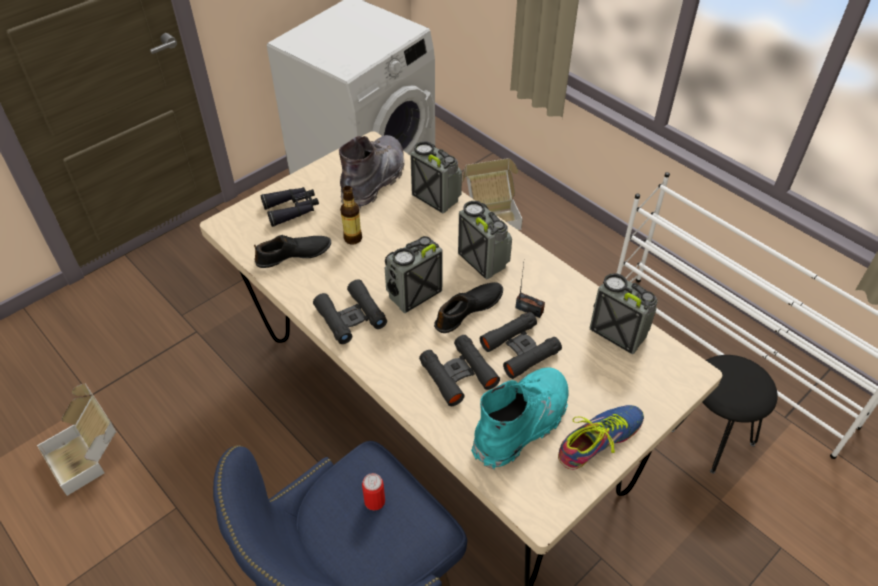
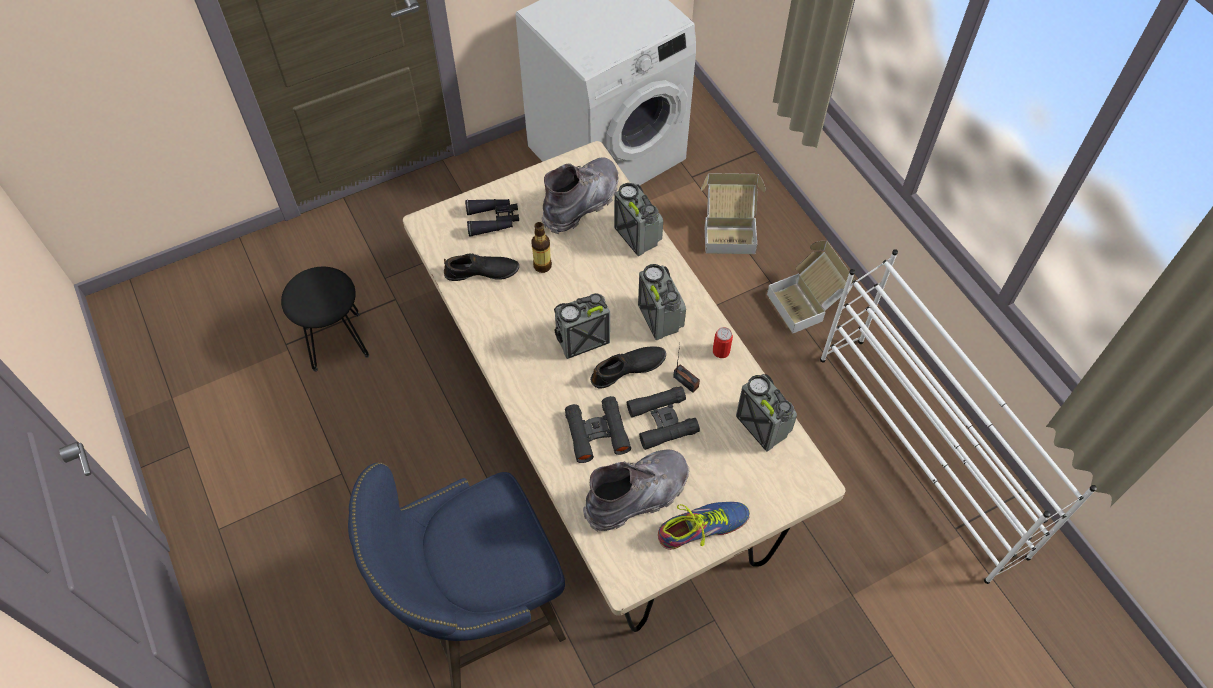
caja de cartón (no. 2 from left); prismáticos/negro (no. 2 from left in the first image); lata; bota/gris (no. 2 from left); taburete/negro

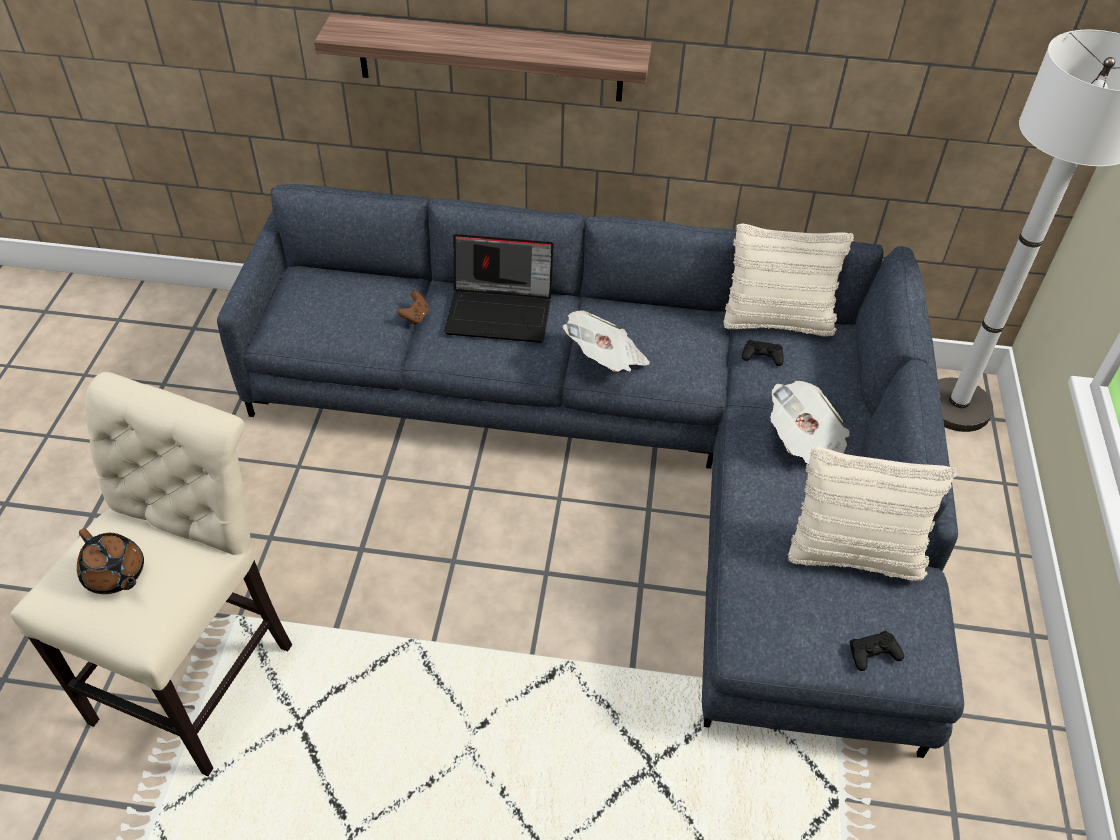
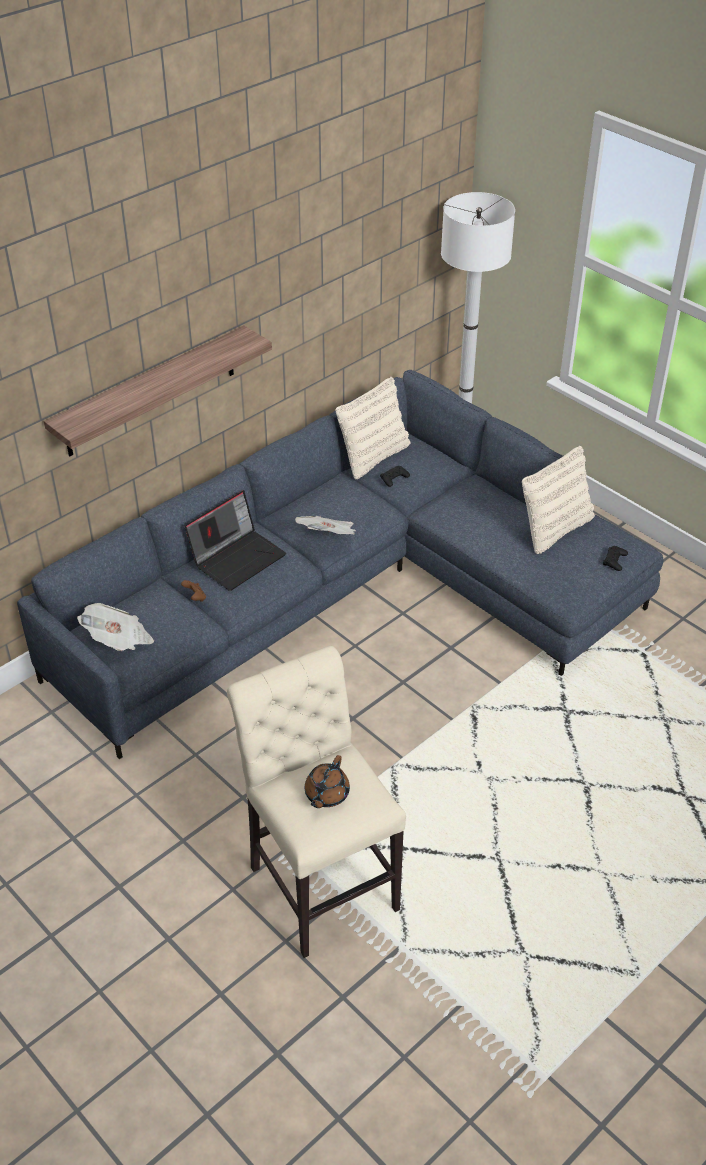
tetera/marrón; periódico (no. 1 from left)

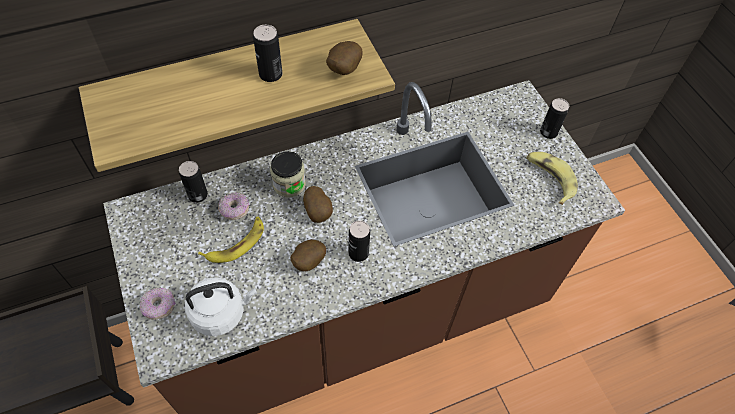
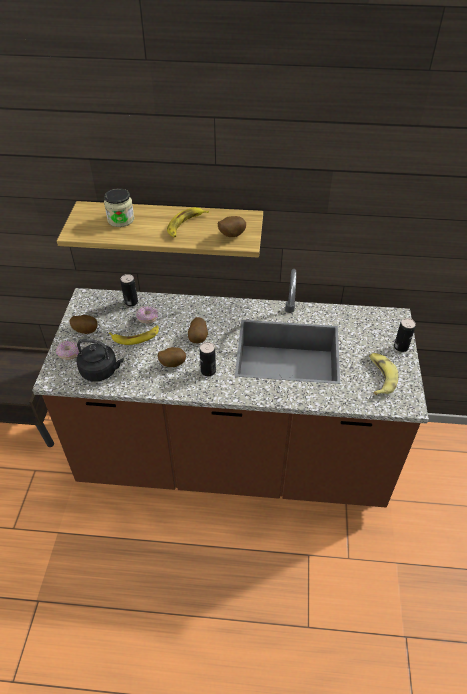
hervidor/negro; plátano (no. 2 from left); tarro; patata (no. 1 from left)

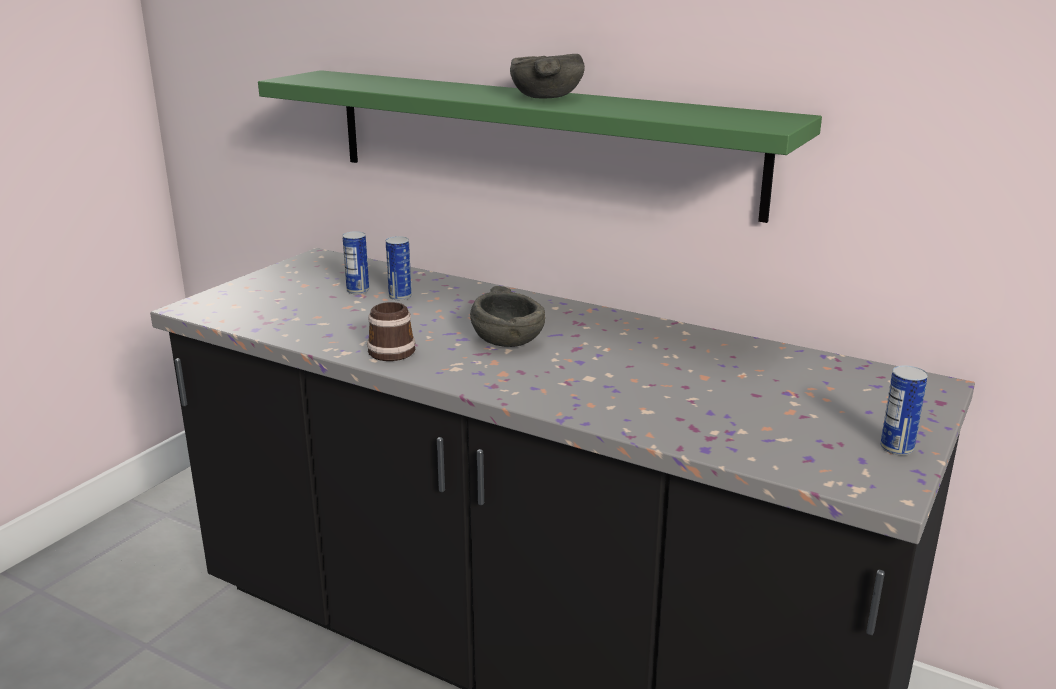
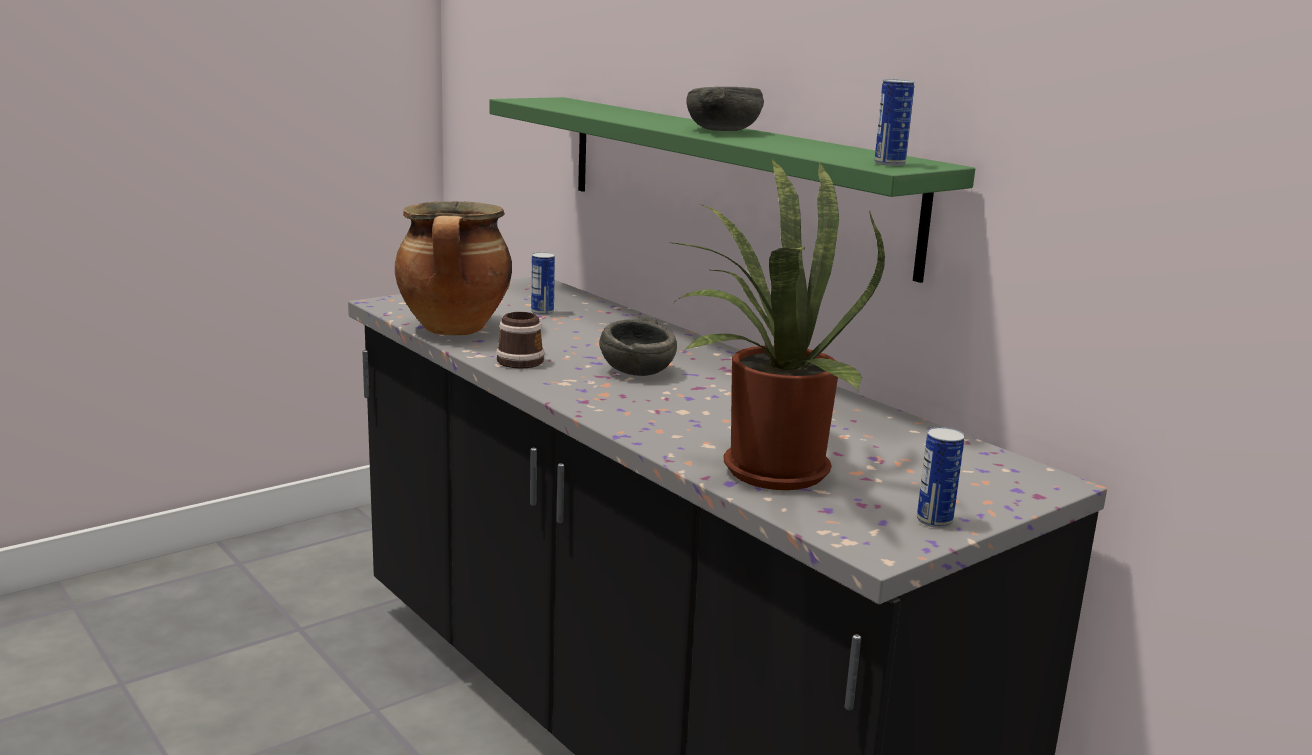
lata (no. 2 from left); olla; planta en maceta

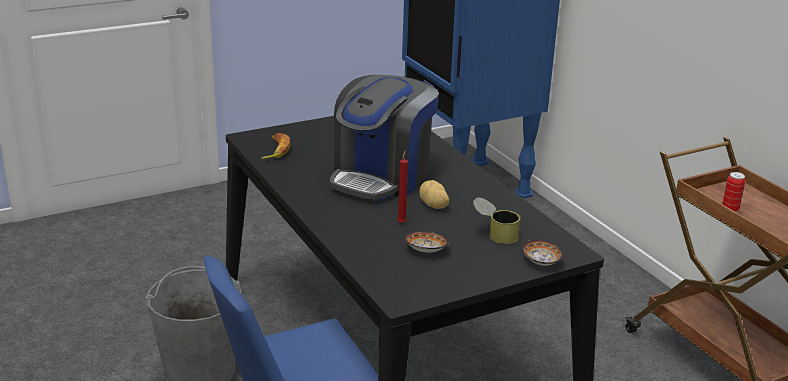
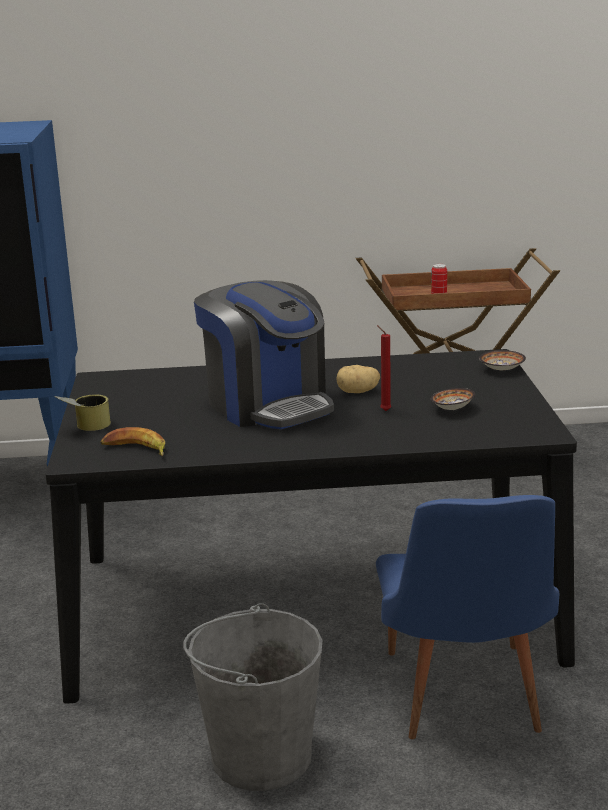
lata (no. 1 from left)

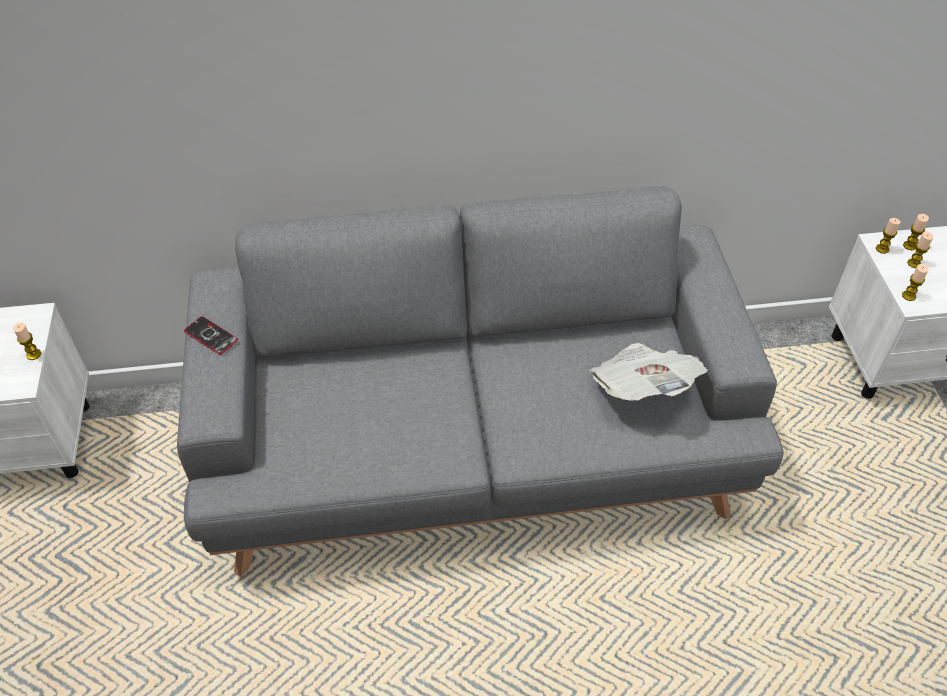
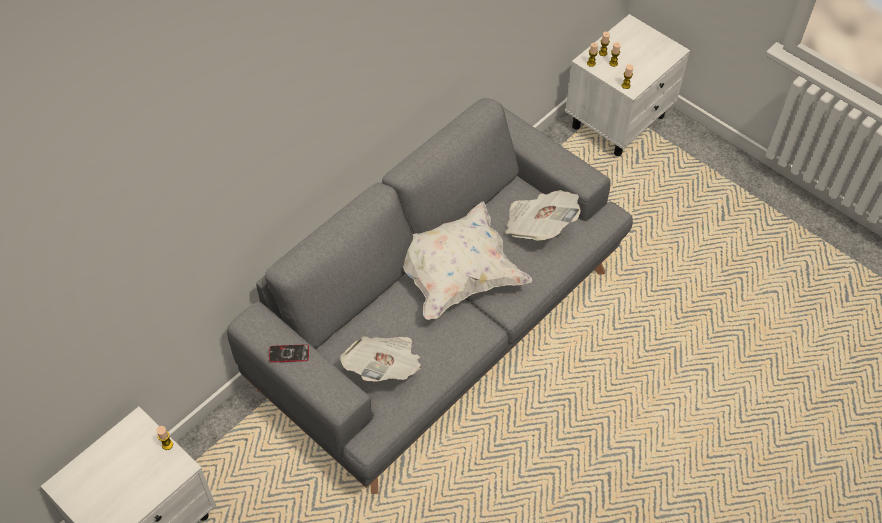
periódico (no. 1 from left); cojín/blanco

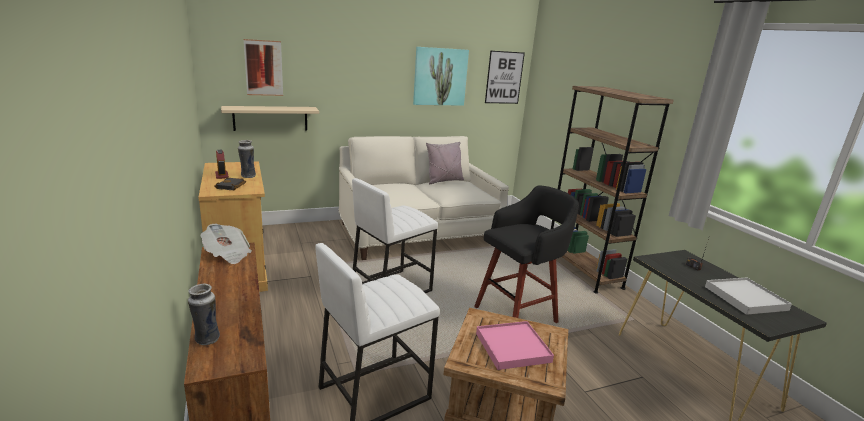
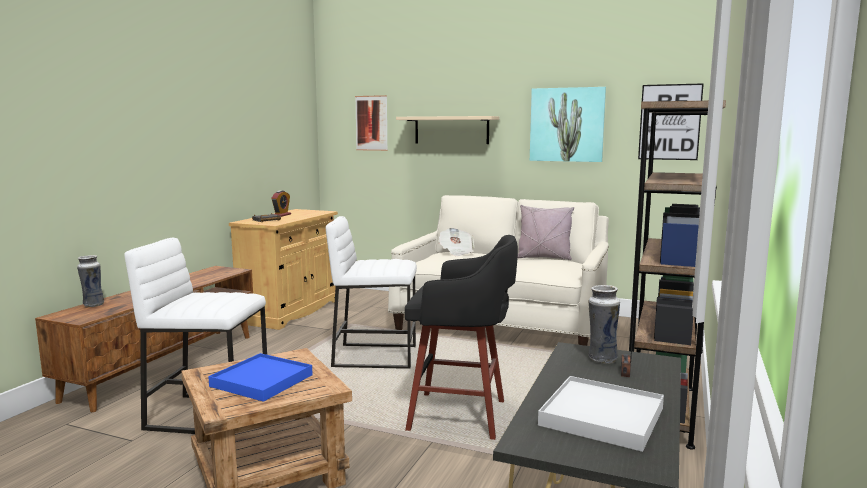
periódico; estante/beis; florero (no. 2 from left); bandeja/azul

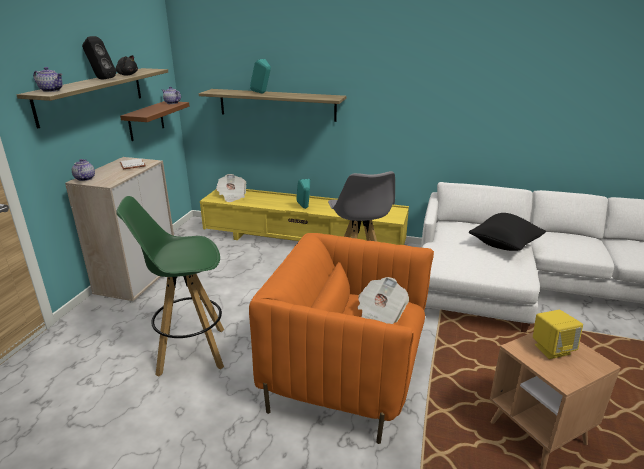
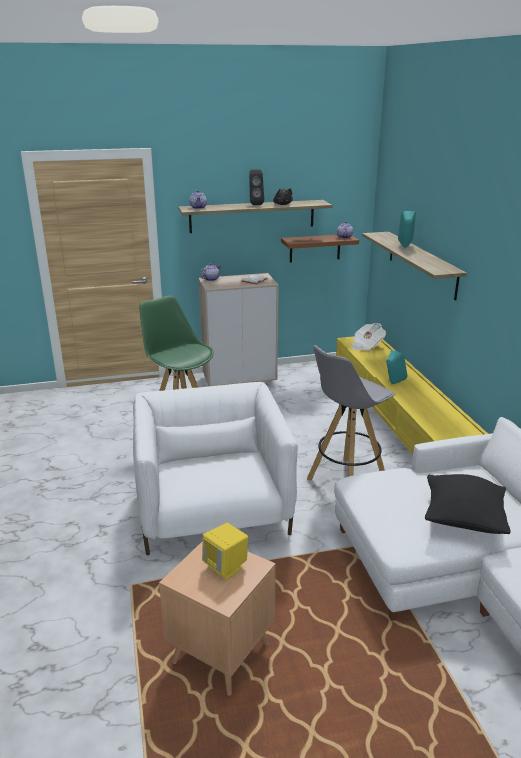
sillón/blanco; periódico (no. 2 from left in the first image)

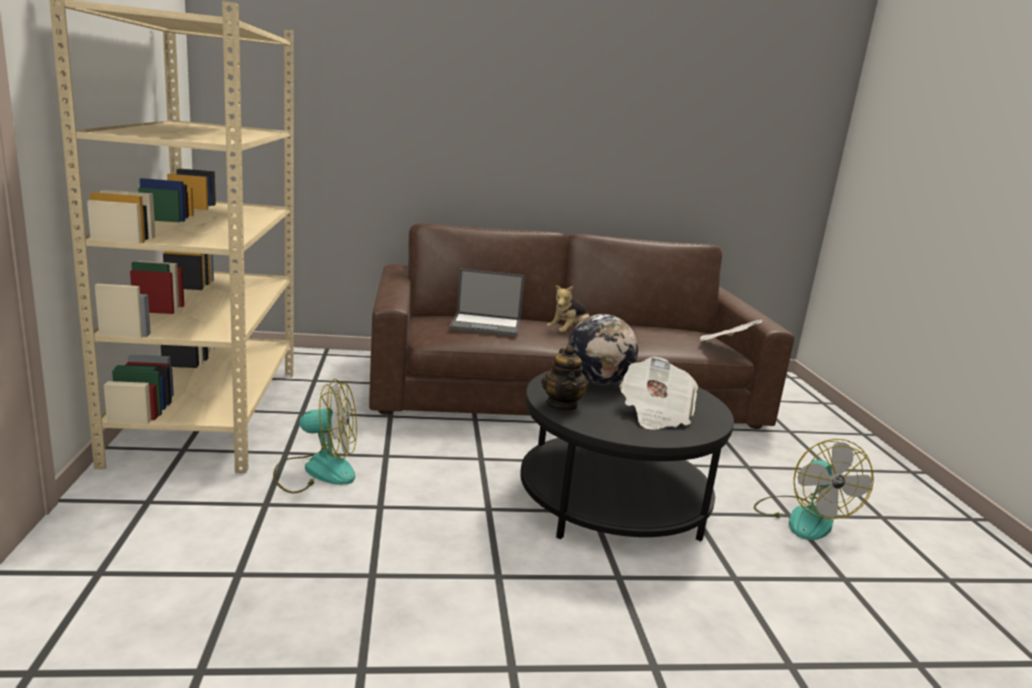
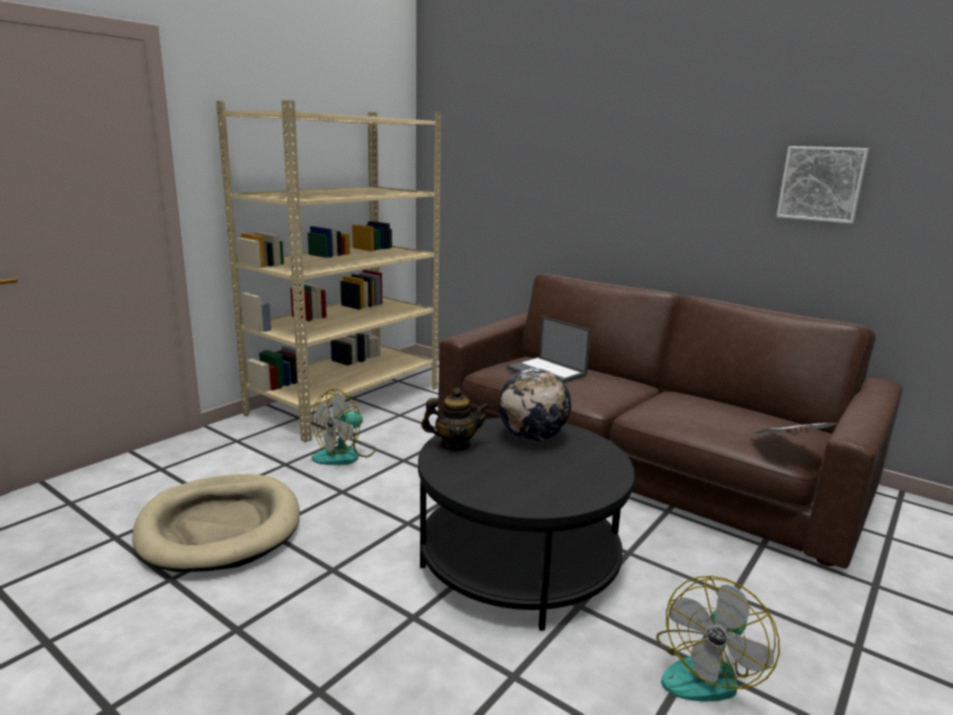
ventilador (no. 1 from left); tetera; peluche; periódico (no. 1 from left in the first image); cama para perro/beis; cuadro

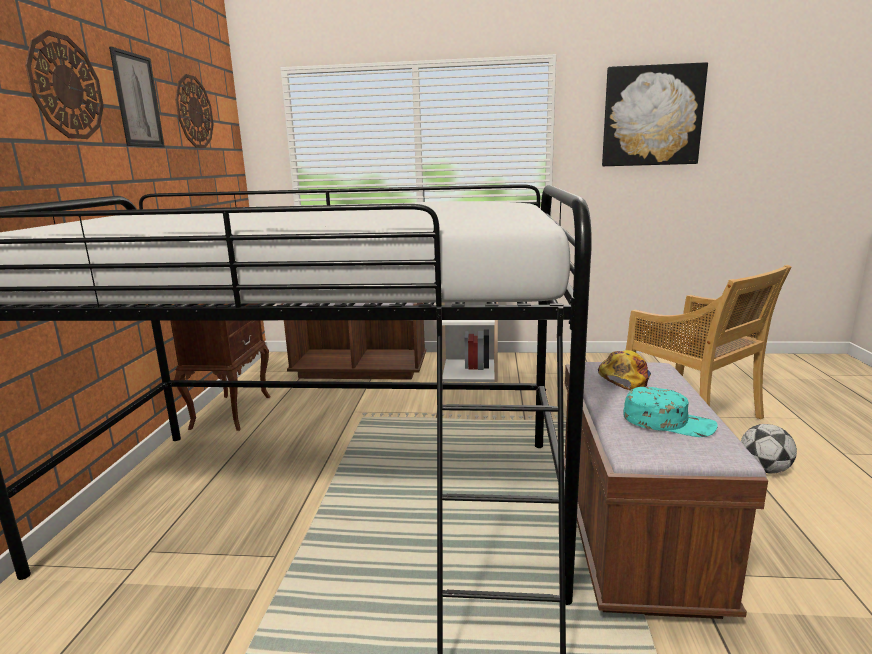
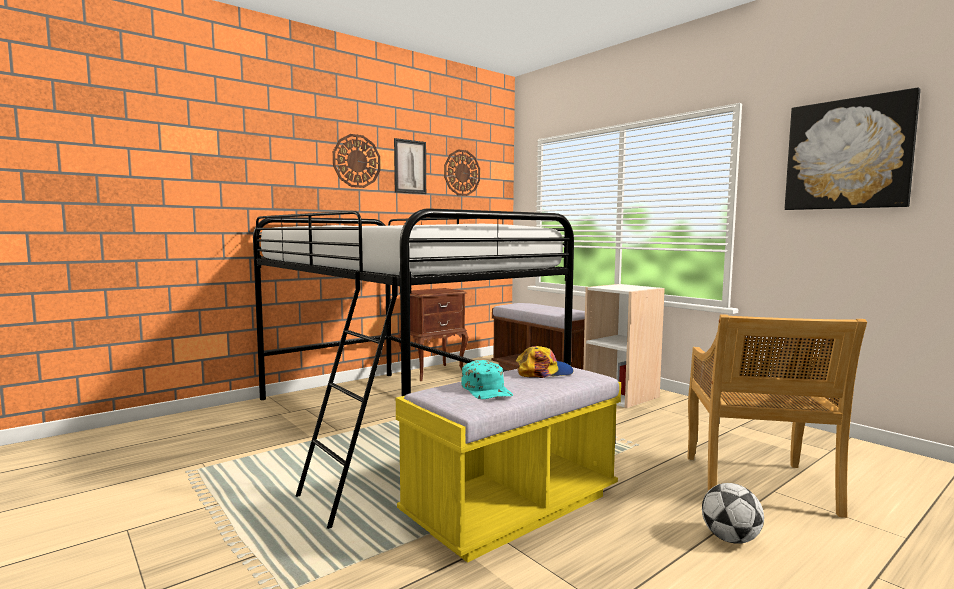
banco/amarillo

